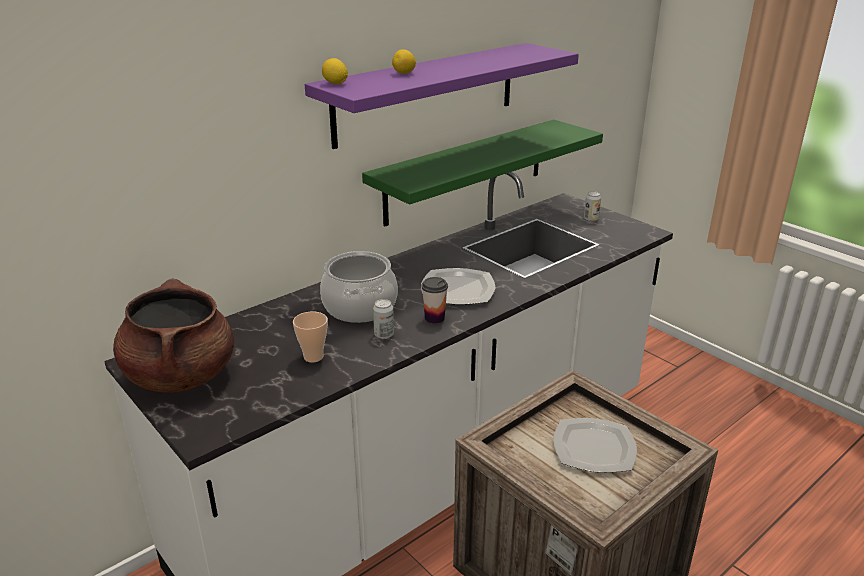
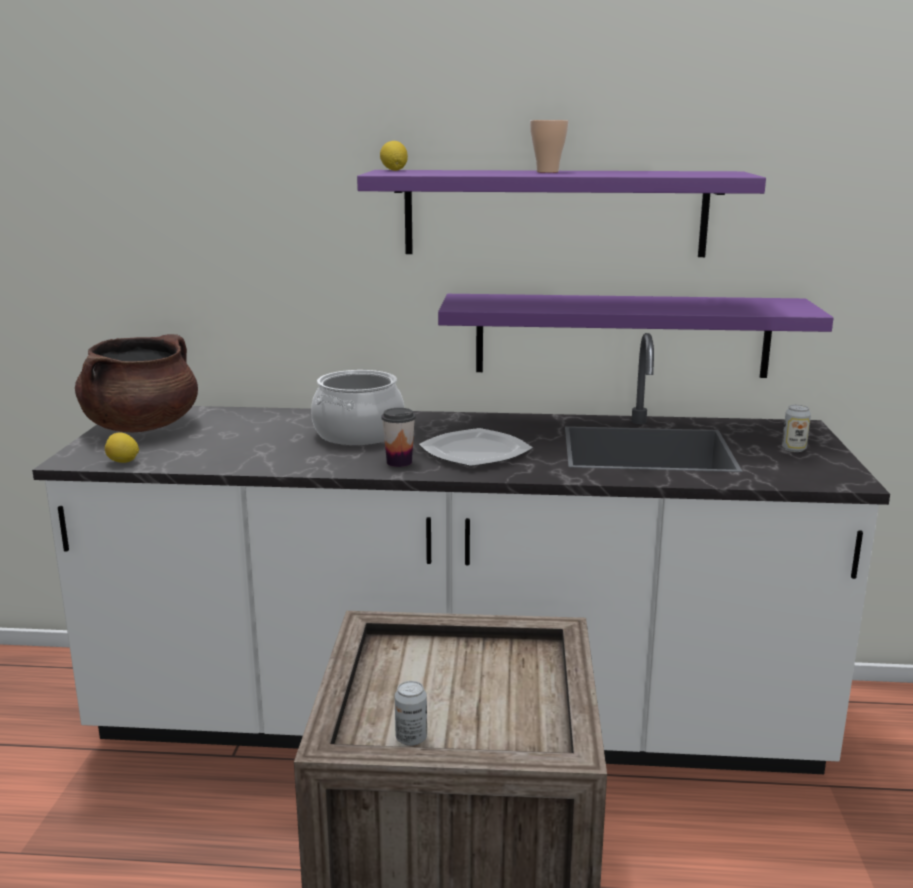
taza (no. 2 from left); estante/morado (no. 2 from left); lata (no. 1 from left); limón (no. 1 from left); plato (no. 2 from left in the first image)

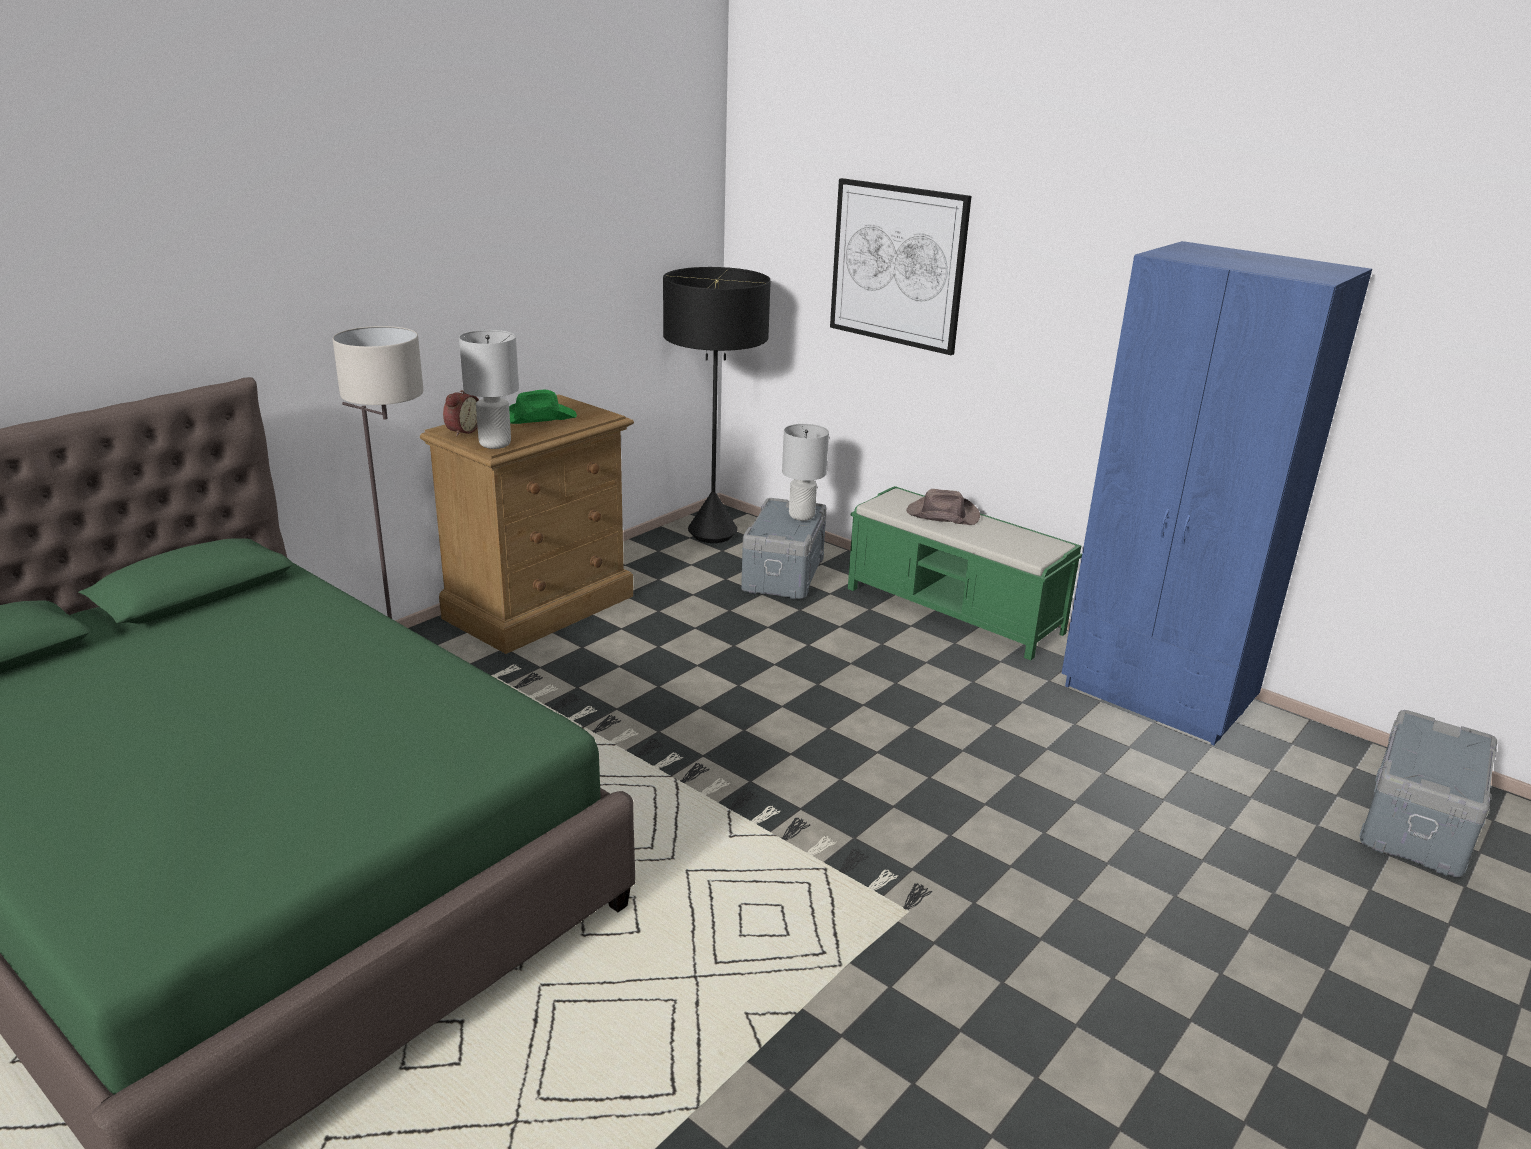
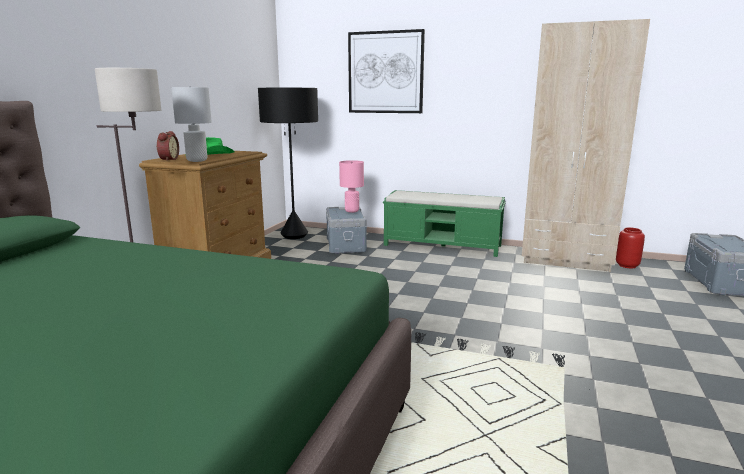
lámpara de mesa/rosa; sombrero/marrón; armario ropero/beis; florero/rojo

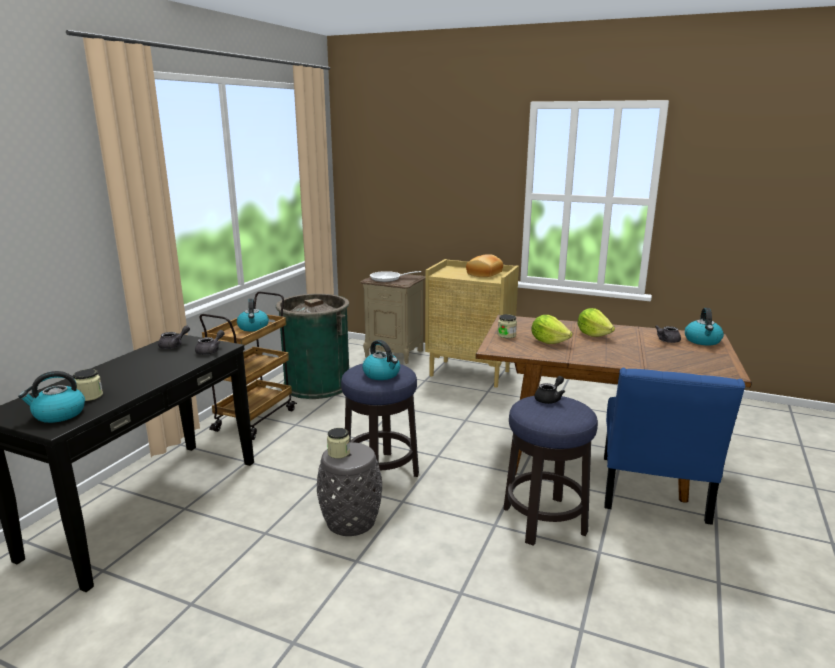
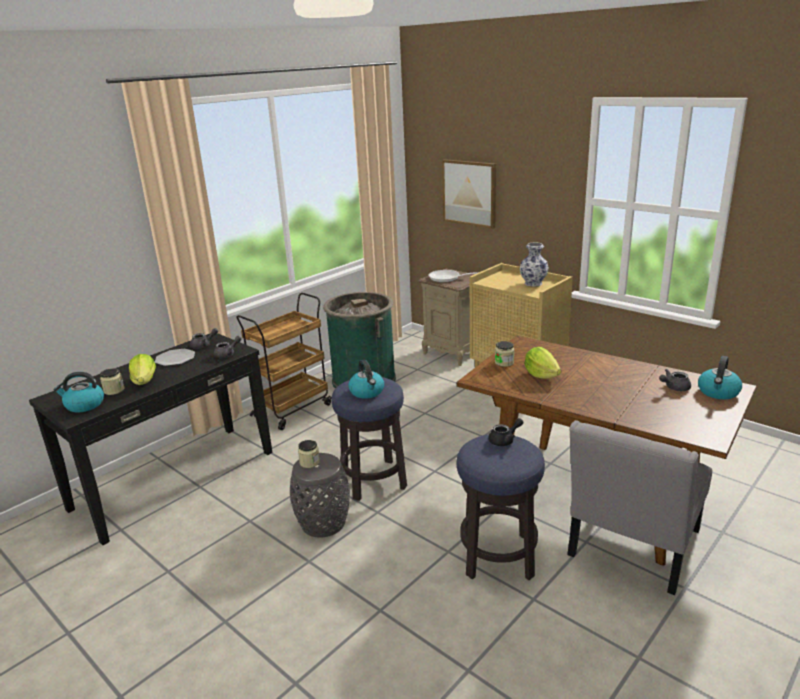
hervidor (no. 2 from left in the first image); florero; lechuga (no. 1 from left); silla/gris; plato; cuadro

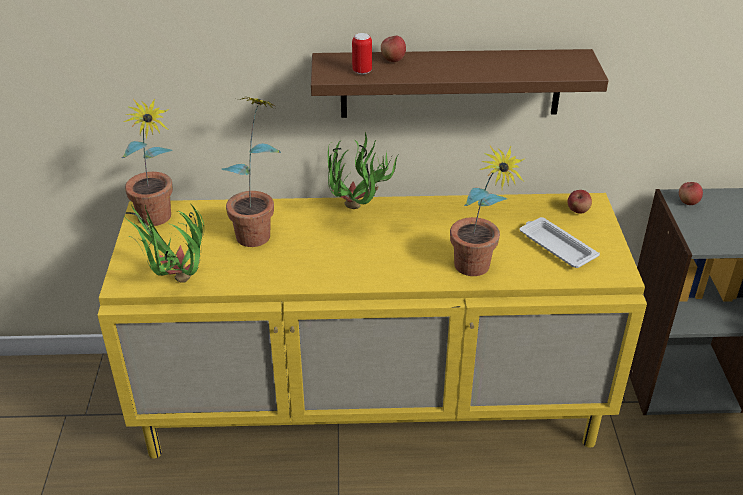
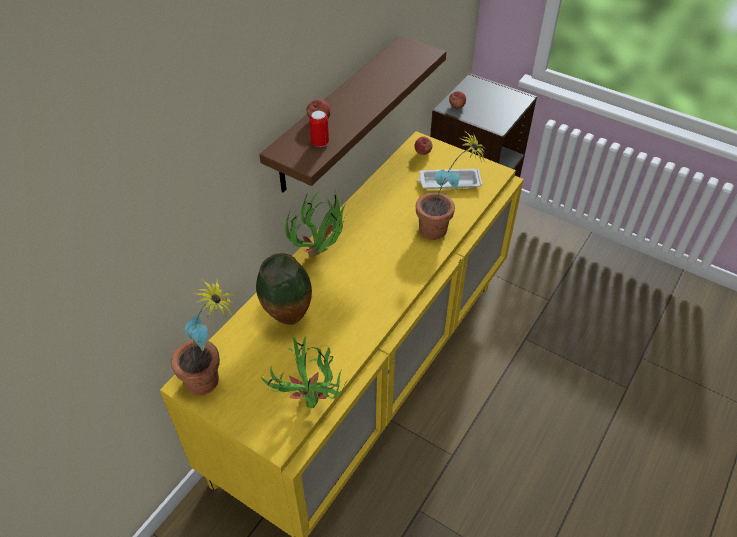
florero

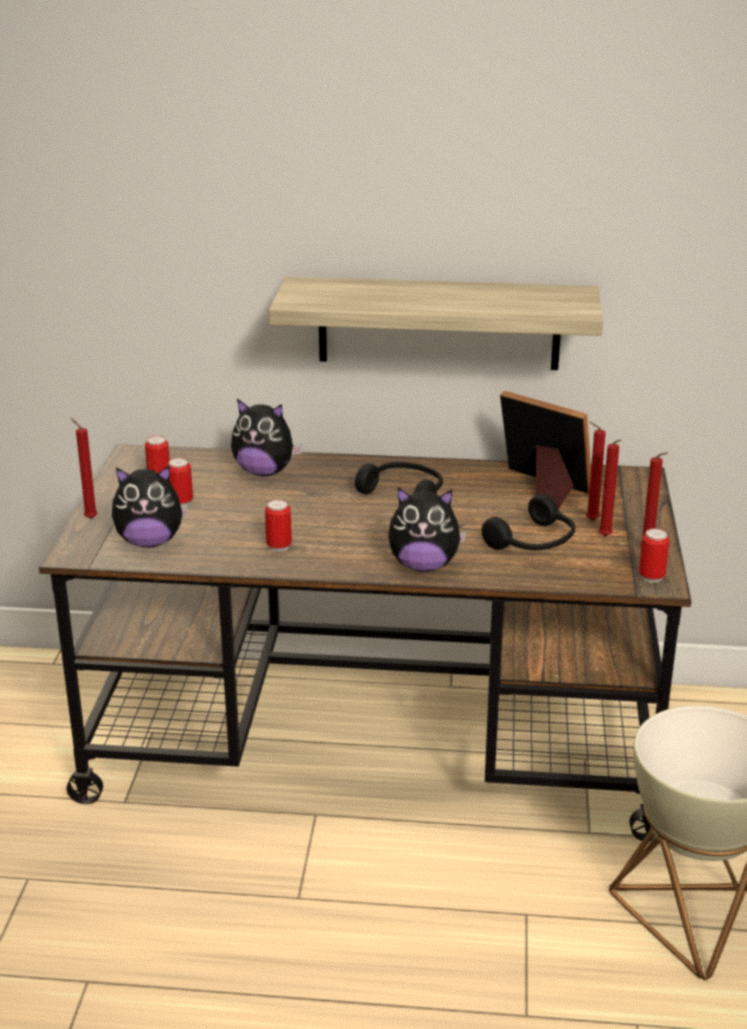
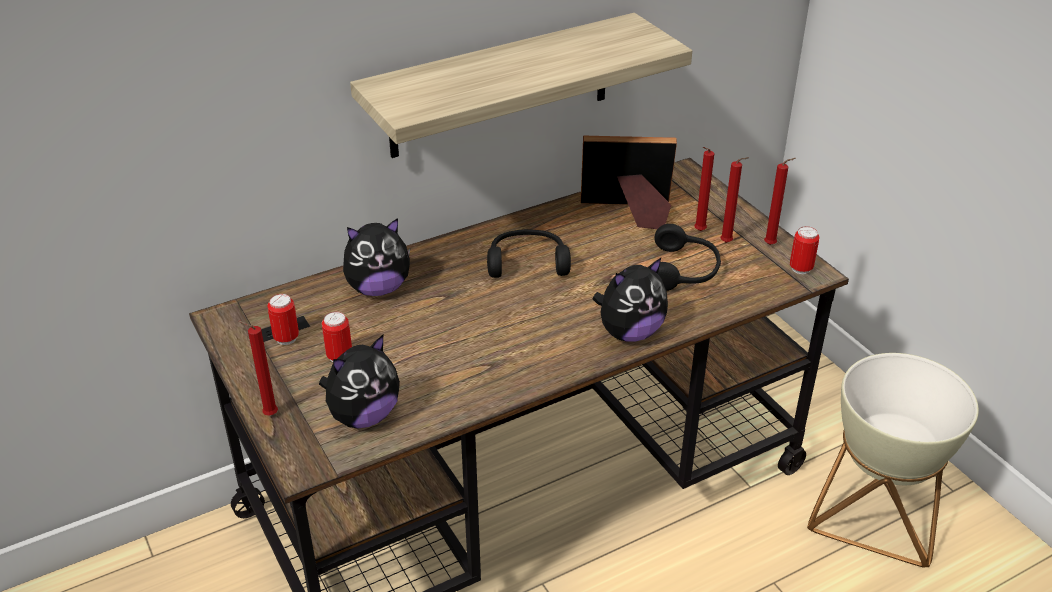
lata (no. 3 from left in the first image)

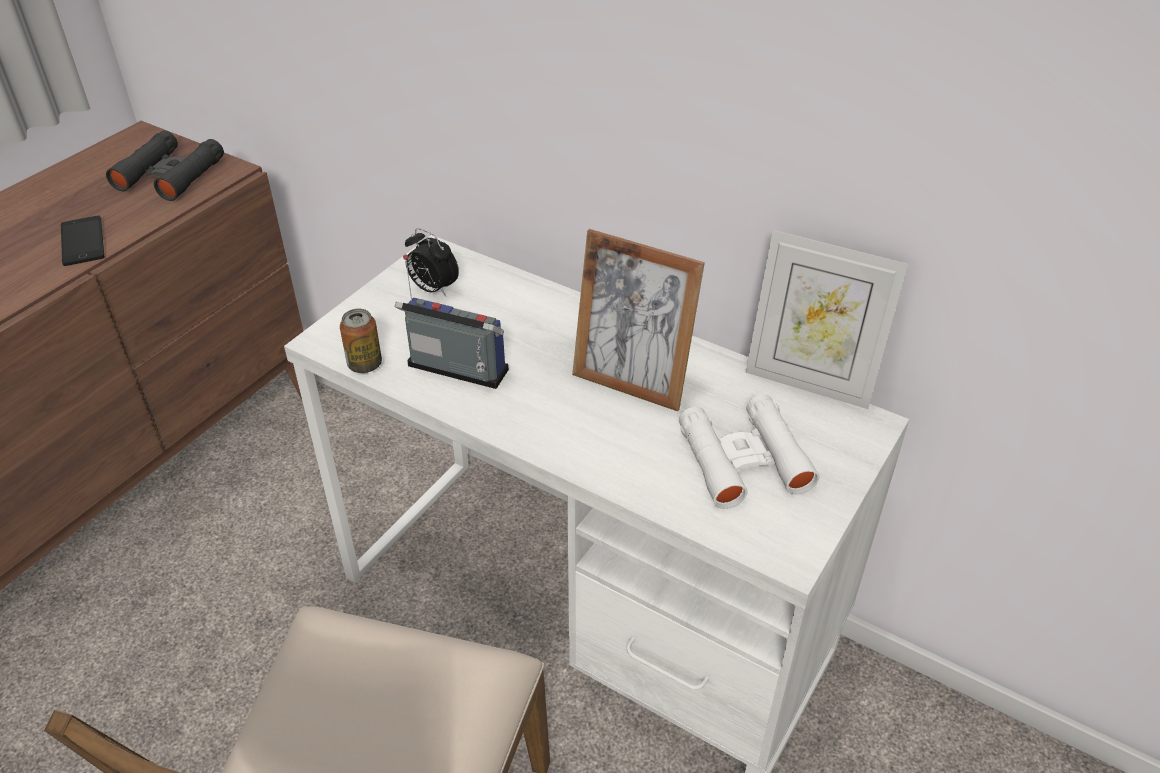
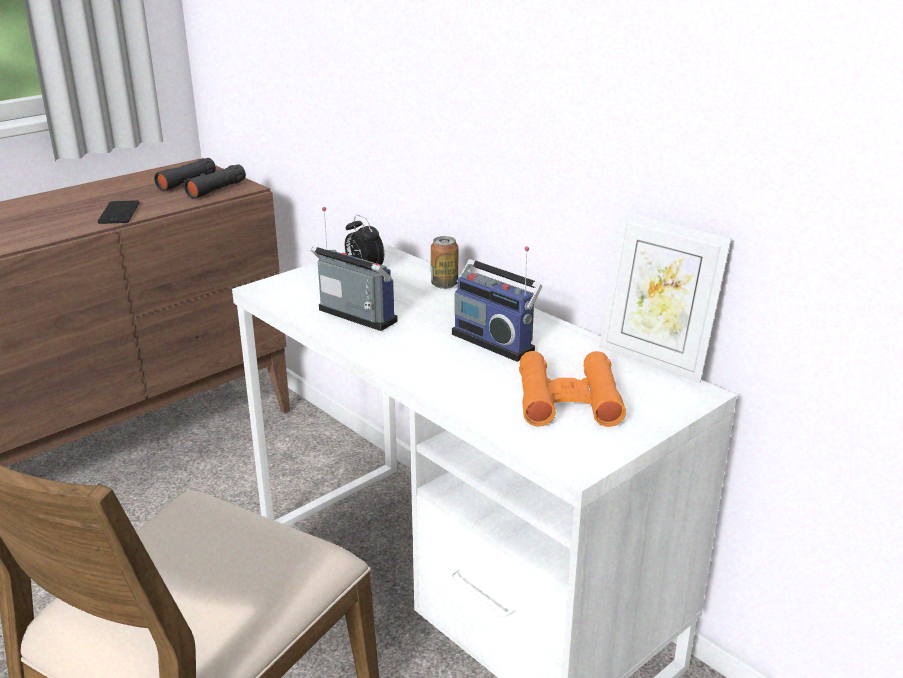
lata; radio (no. 2 from left); prismáticos/naranja

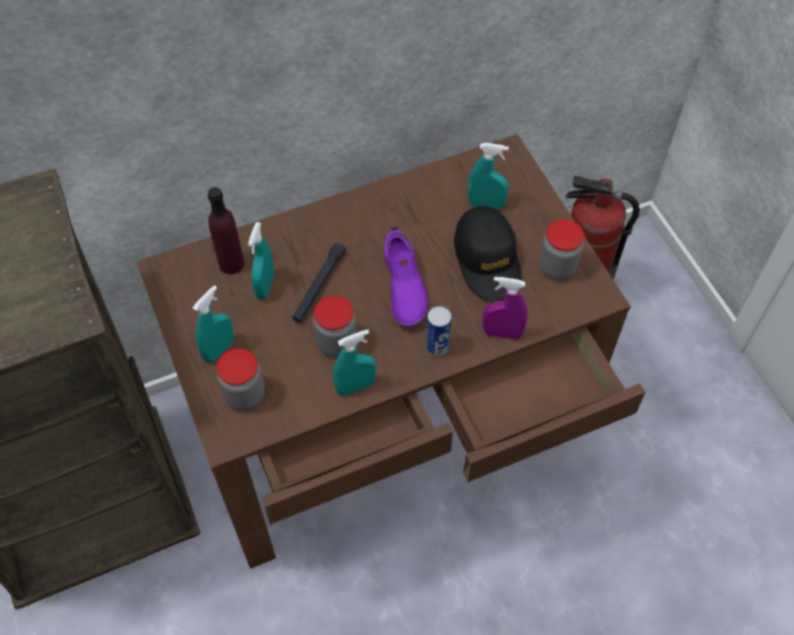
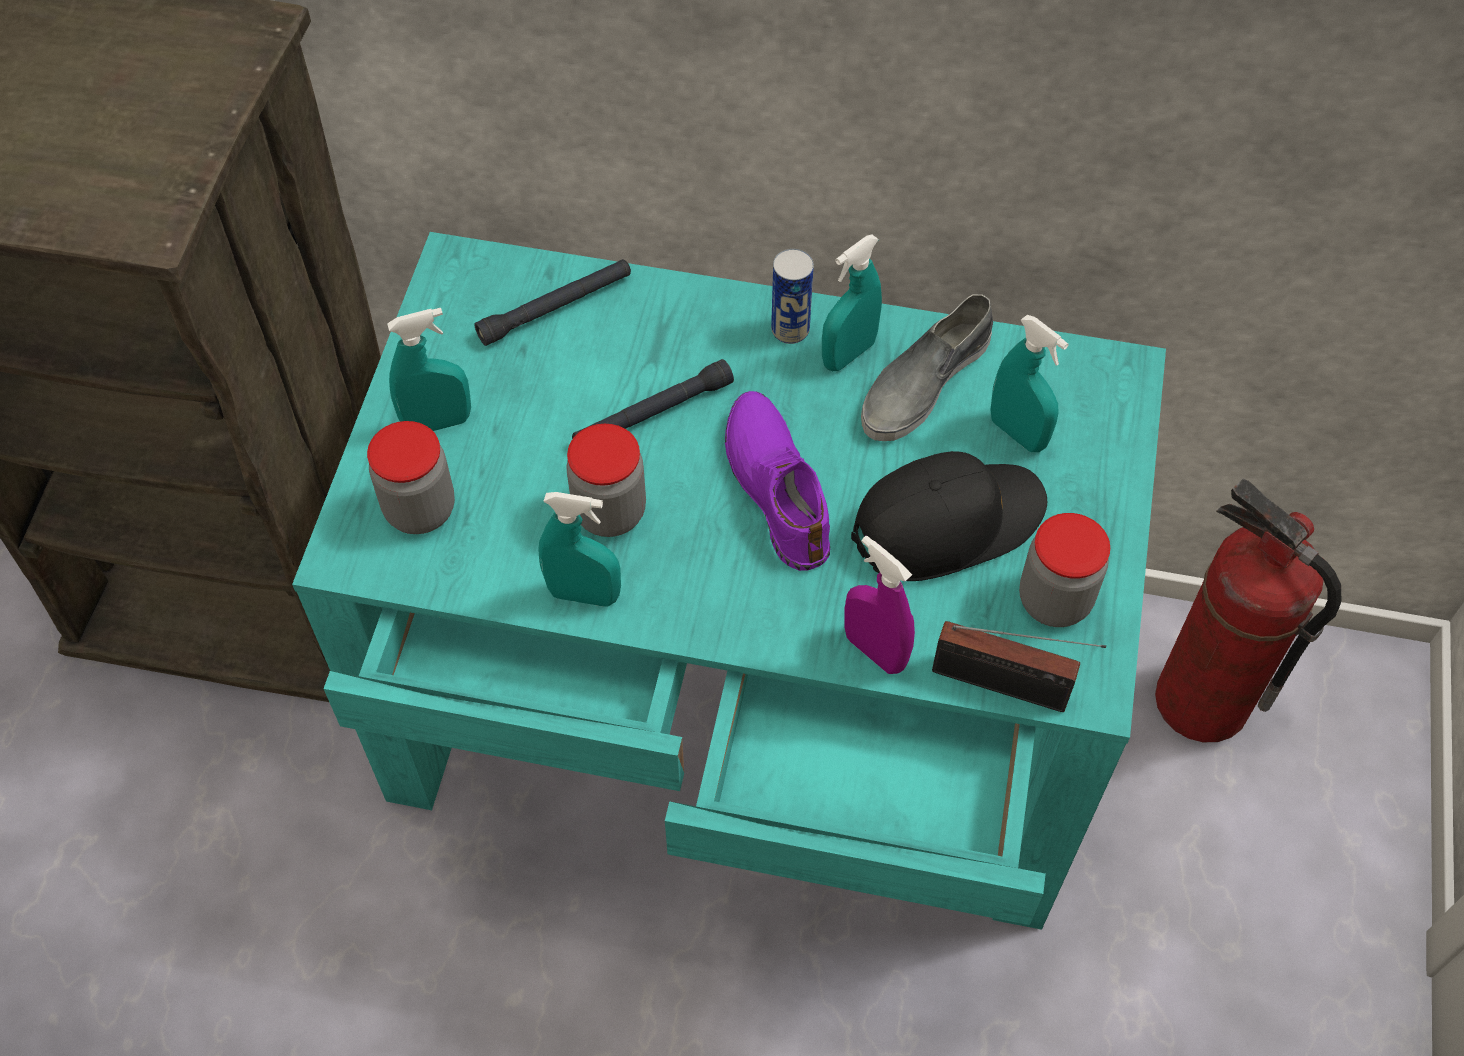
escritorio/turquesa; linterna/negro (no. 1 from left); pulverizador/turquesa (no. 3 from left); zapato/morado; lata; gorra/negro; zapato/gris; radio

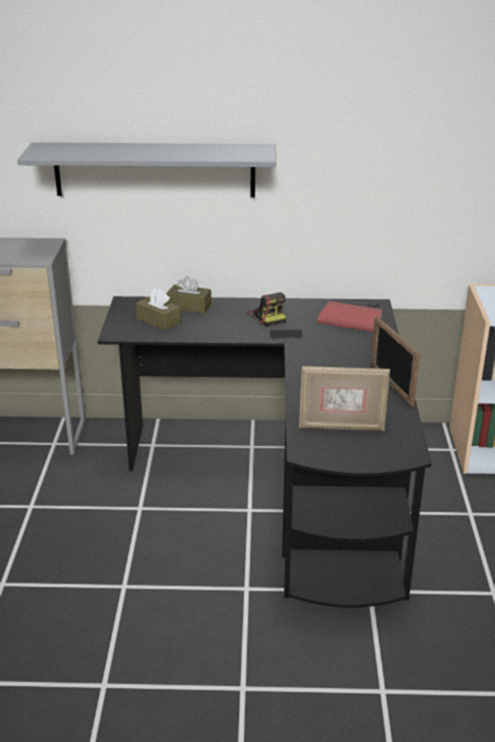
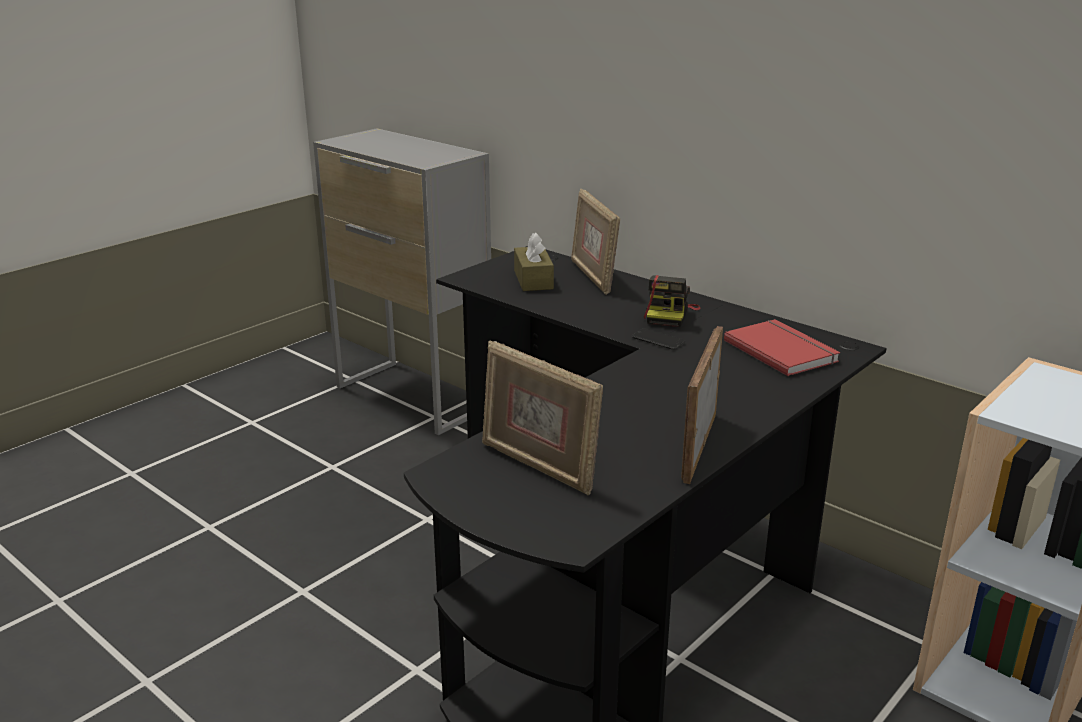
estante/gris; portarretratos (no. 2 from left)

